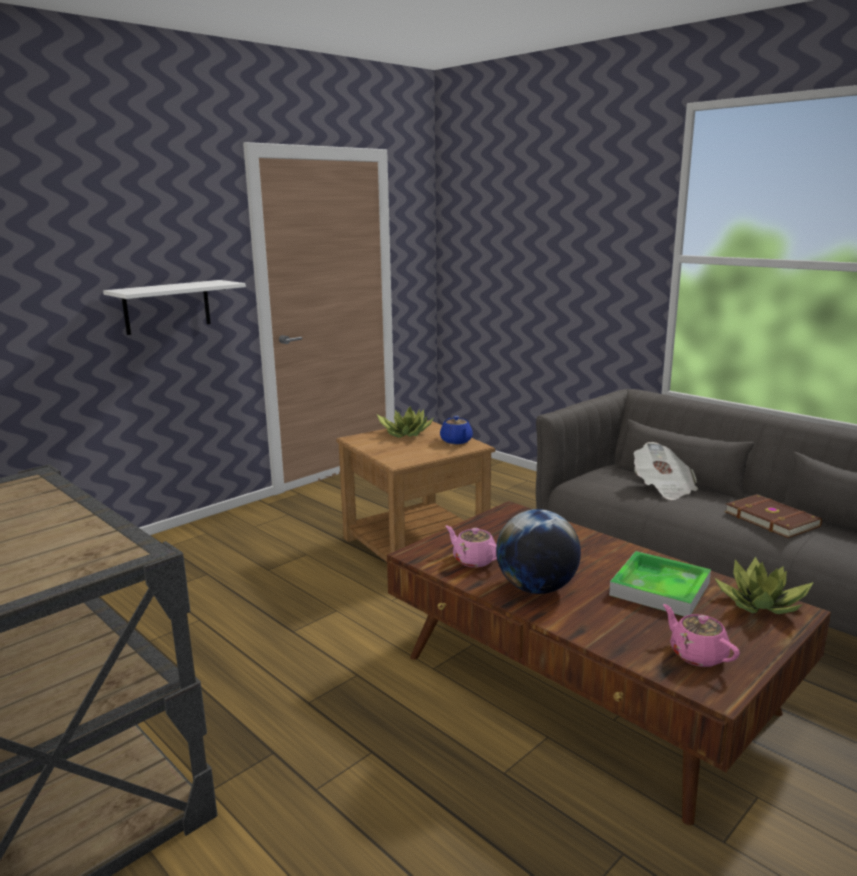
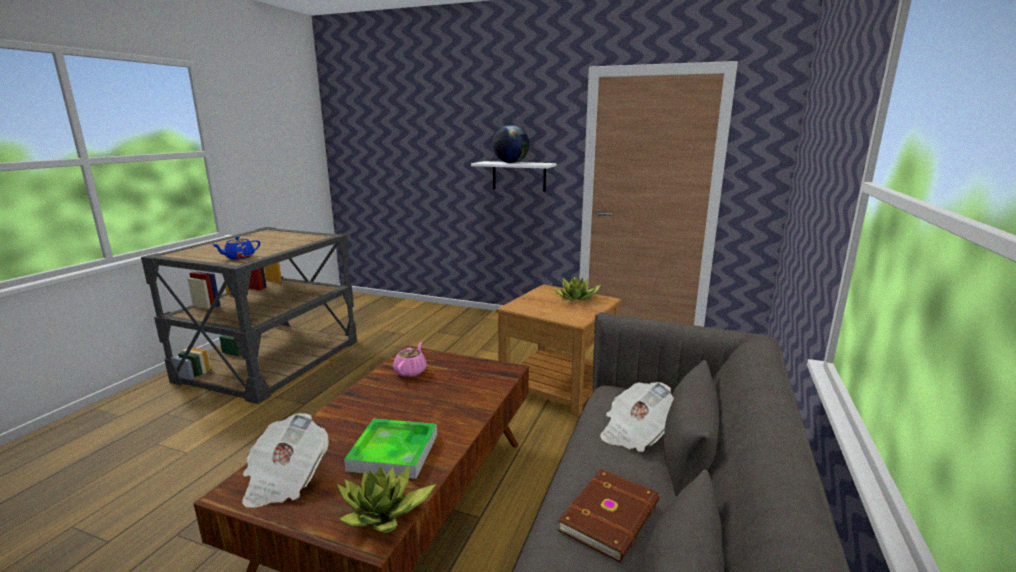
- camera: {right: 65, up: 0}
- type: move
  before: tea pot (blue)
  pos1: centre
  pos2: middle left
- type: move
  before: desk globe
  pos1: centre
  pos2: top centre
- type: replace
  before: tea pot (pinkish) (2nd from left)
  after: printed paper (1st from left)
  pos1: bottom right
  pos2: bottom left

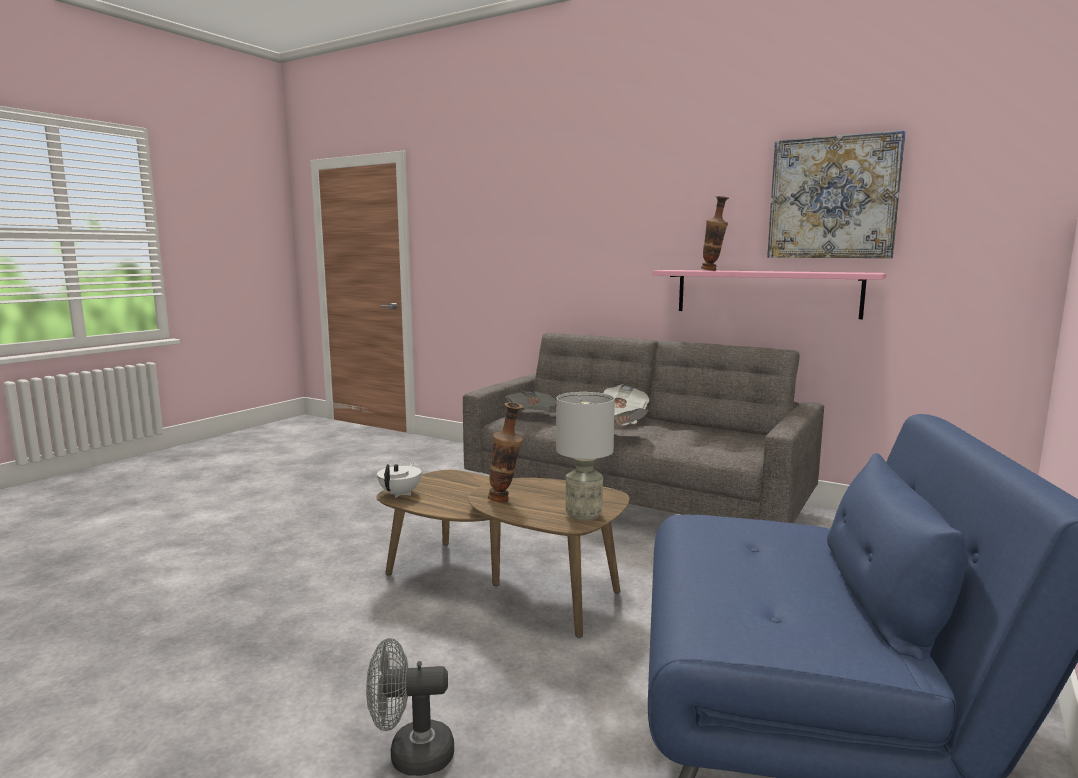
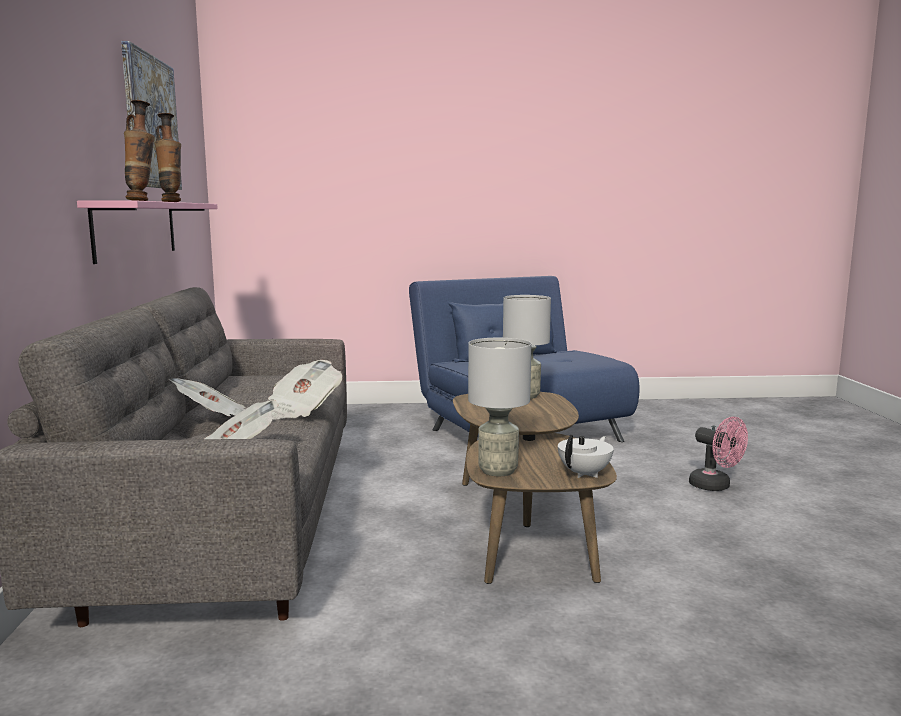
- camera: {right: -125, up: 0}
- type: insert
  after: tabletop lamp (gray) (1st from left)
  pos2: centre
- type: move
  before: flower vase (1st from left in the first image)
  after: flower vase (2nd from left)
  pos1: centre
  pos2: top left
- type: recolor
  before: electric fan (gray)
  after: electric fan (pinkish)
  pos1: bottom centre
  pos2: middle right
- type: rotate
  before: tea pot (white)
  pos1: centre
  pos2: centre
  turn: 150

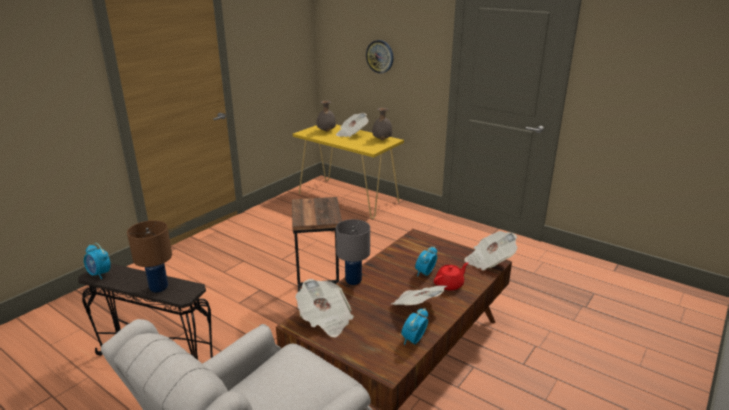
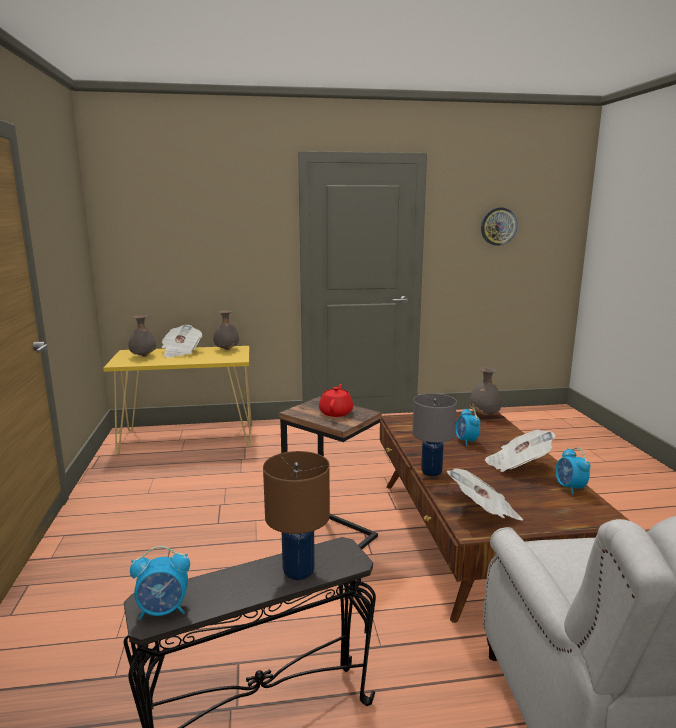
- camera: {right: -45, up: -10}
- type: move
  before: wall clock
  pos1: top centre
  pos2: top right
- type: move
  before: tea pot (red-coloured)
  pos1: bottom centre
  pos2: centre
- type: replace
  before: printed paper (4th from left)
  after: flower vase (gray) (3rd from left)
  pos1: middle right
  pos2: middle right

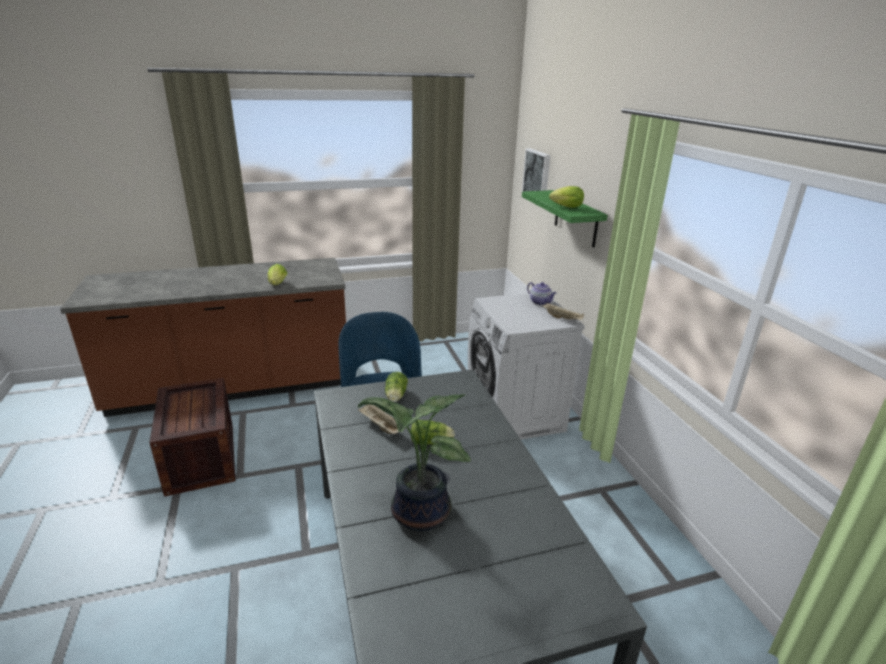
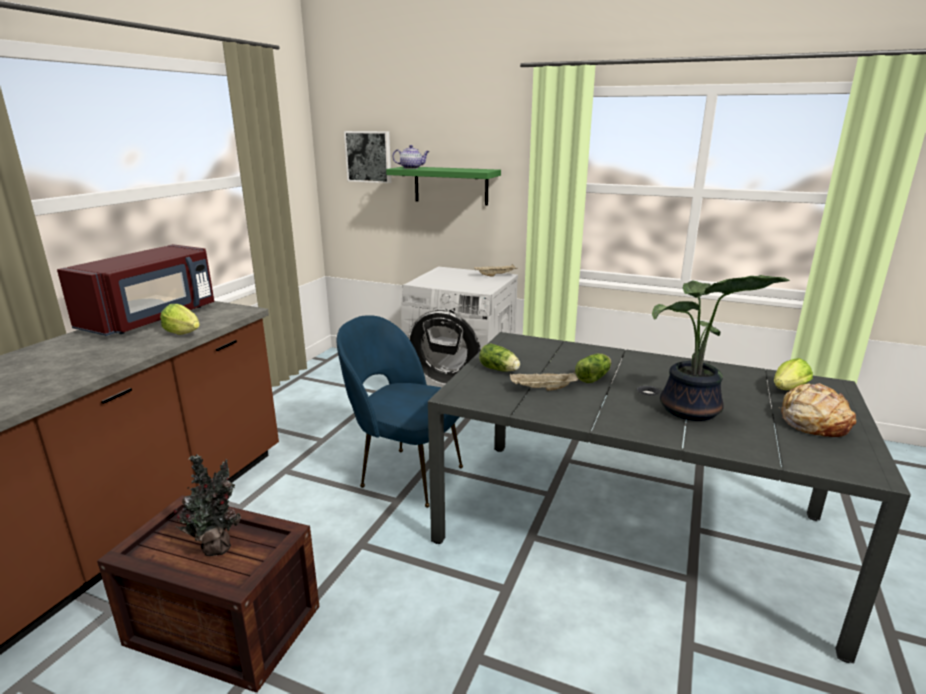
- camera: {right: -50, up: -5}
- type: insert
  after: microwave oven (red-coloured)
  pos2: middle left
- type: insert
  after: potted plant (1st from left)
  pos2: bottom left
- type: insert
  after: bakery bread
  pos2: middle right
- type: move
  before: tea pot
  pos1: centre
  pos2: top centre
- type: move
  before: lettuce head (4th from left)
  pos1: top centre
  pos2: middle right

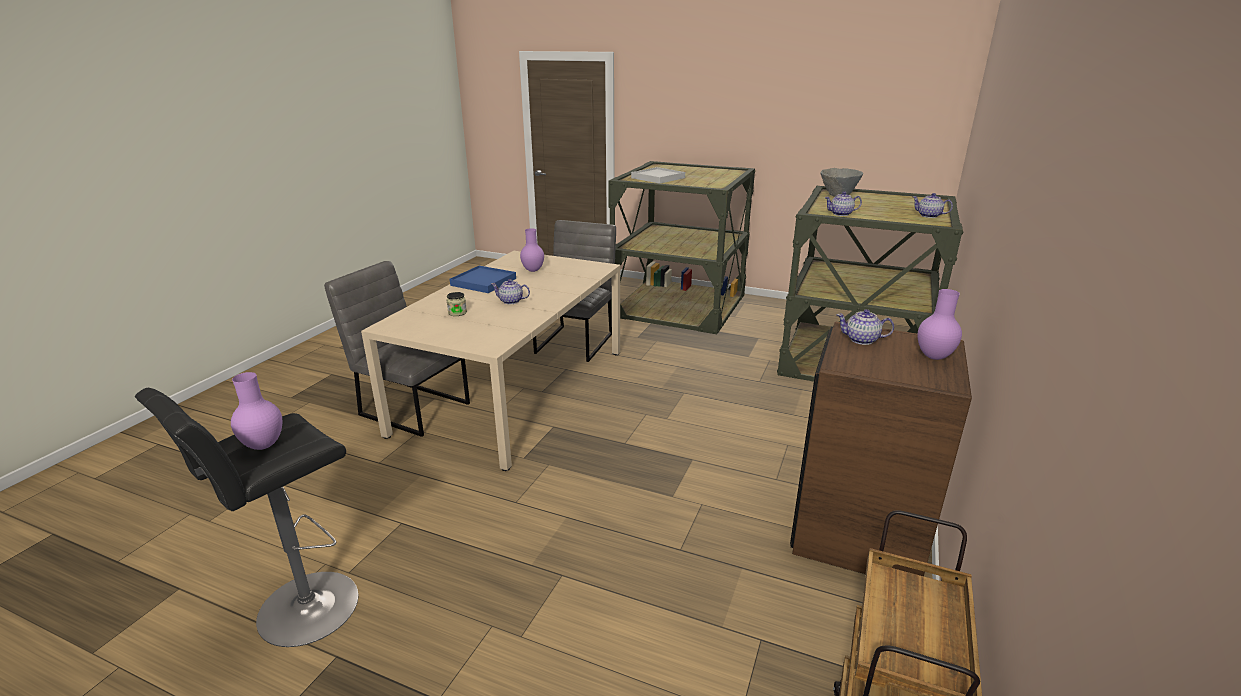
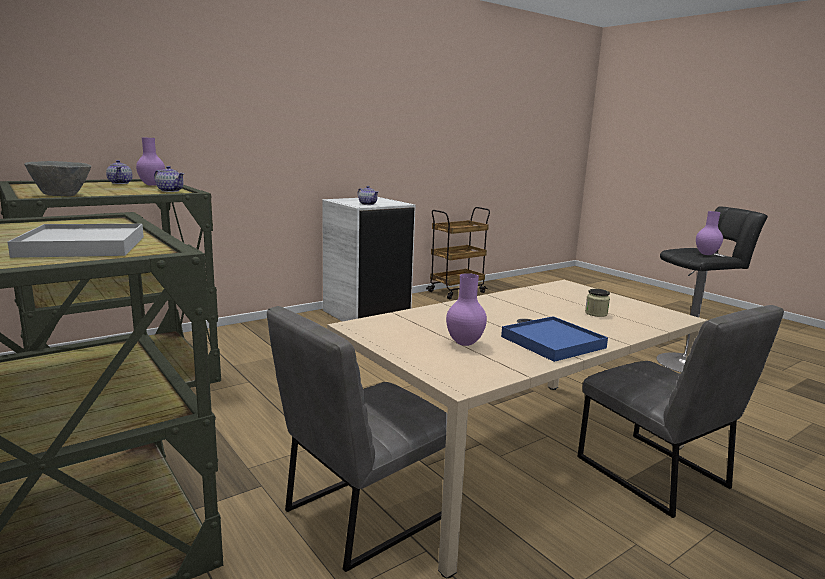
- camera: {right: -150, up: -10}
- type: delete
  before: tea pot (1st from left)
  pos1: centre
- type: move
  before: flower vase (purplish) (3rd from left in the first image)
  after: flower vase (purplish) (1st from left)
  pos1: middle right
  pos2: top left
- type: recolor
  before: cabinet (brown)
  after: cabinet (white)
  pos1: middle right
  pos2: centre

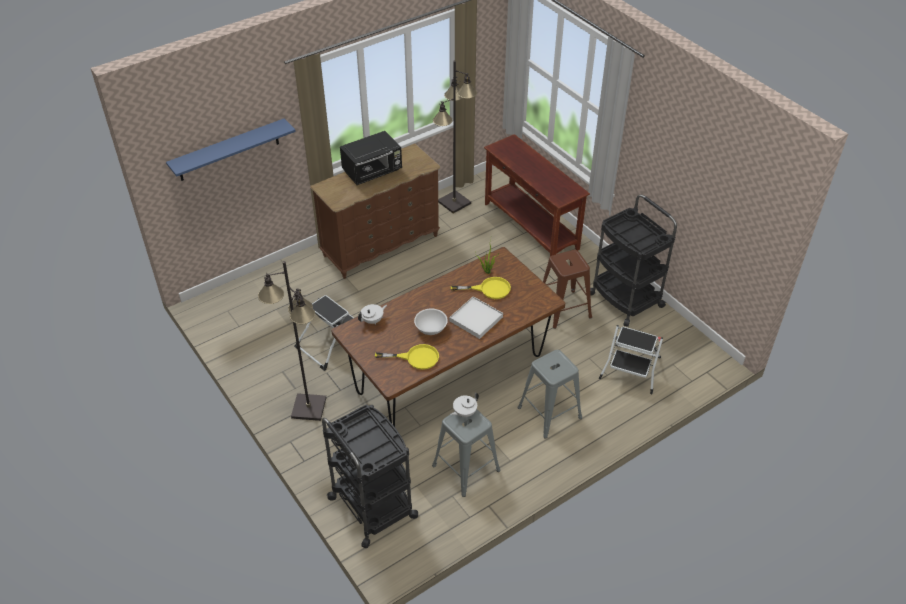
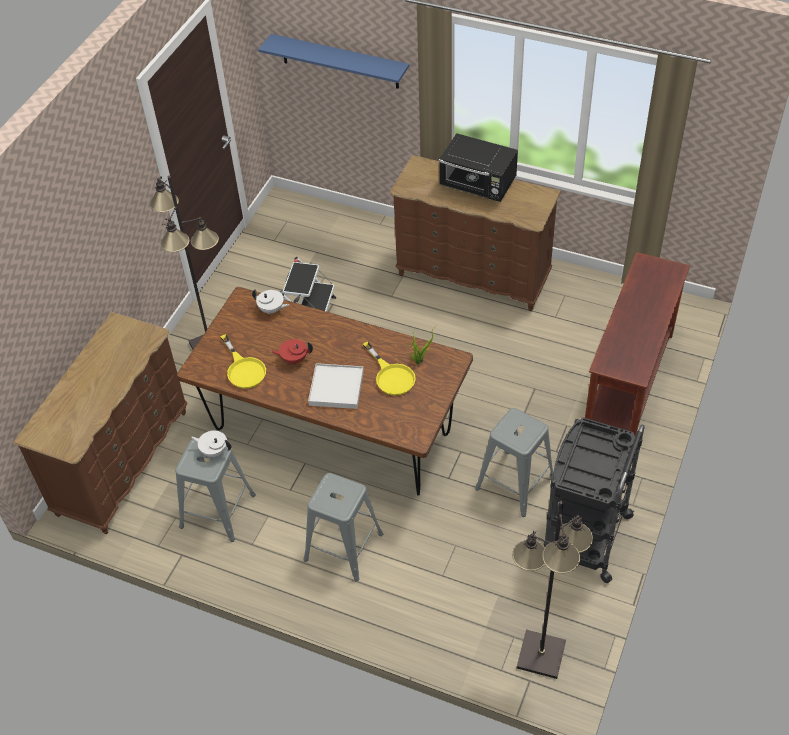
- camera: {right: 60, up: 5}
- type: delete
  before: stepladder (2nd from left)
  pos1: middle right
- type: move
  before: standing lamp (black) (2nd from left)
  pos1: top centre
  pos2: bottom right
- type: replace
  before: cart (black) (1st from left)
  after: dresser (brown) (1st from left)
  pos1: bottom centre
  pos2: middle left
- type: replace
  before: serving bowl (white)
  after: tea pot (red-coloured)
  pos1: centre
  pos2: centre
- type: recolor
  before: stool (brown)
  after: stool (gray) (3rd from left)
  pos1: centre
  pos2: centre

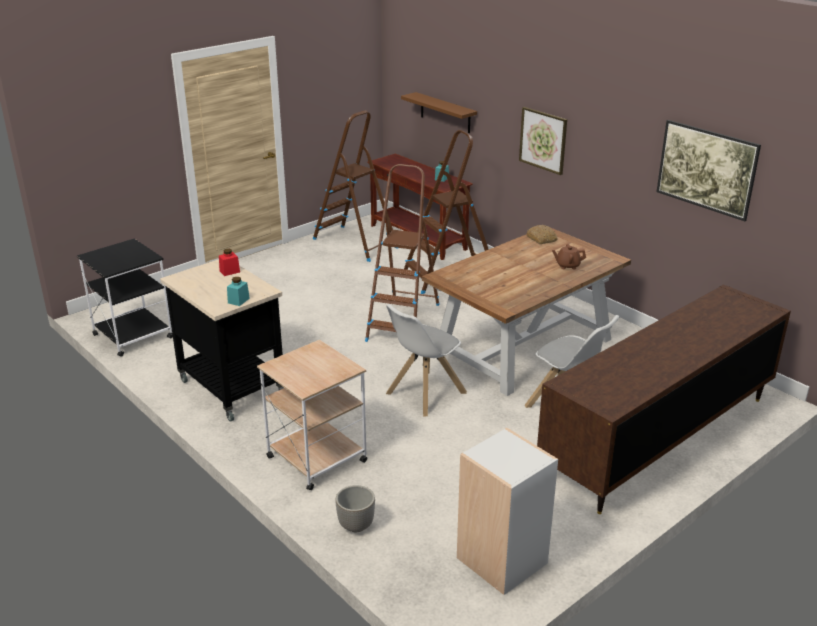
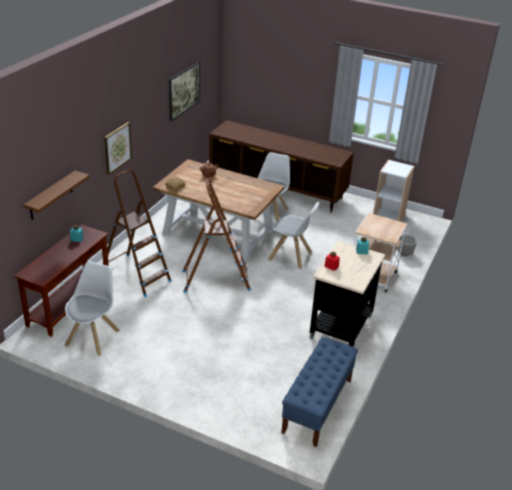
- camera: {right: -115, up: 5}
- type: replace
  before: cart (black) (1st from left)
  after: indoor bench (blue)
  pos1: middle left
  pos2: bottom centre
- type: replace
  before: stepladder (brown) (1st from left)
  after: upright chair (1st from left)
  pos1: top centre
  pos2: middle left

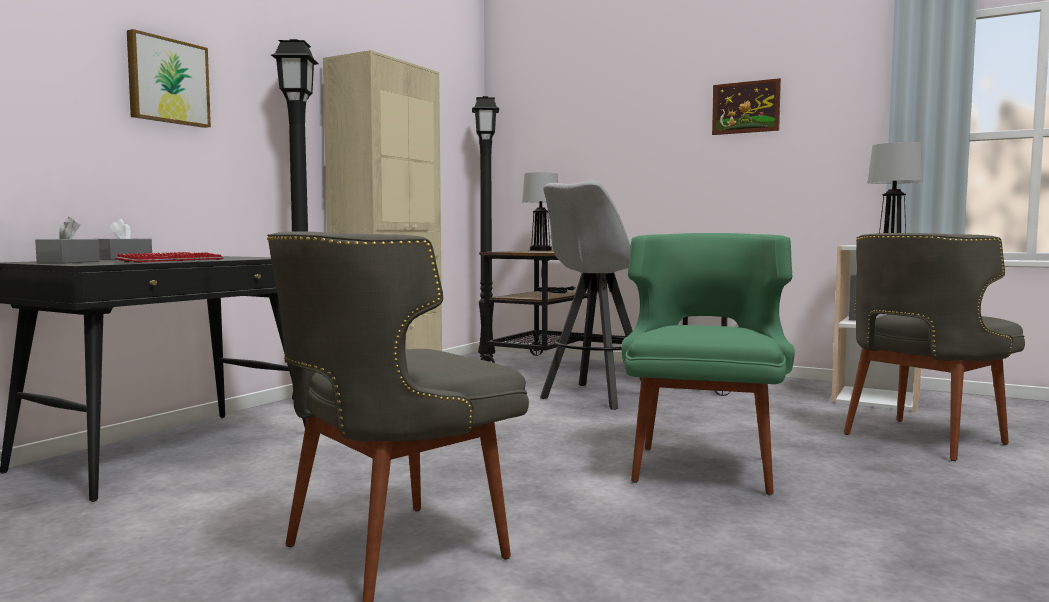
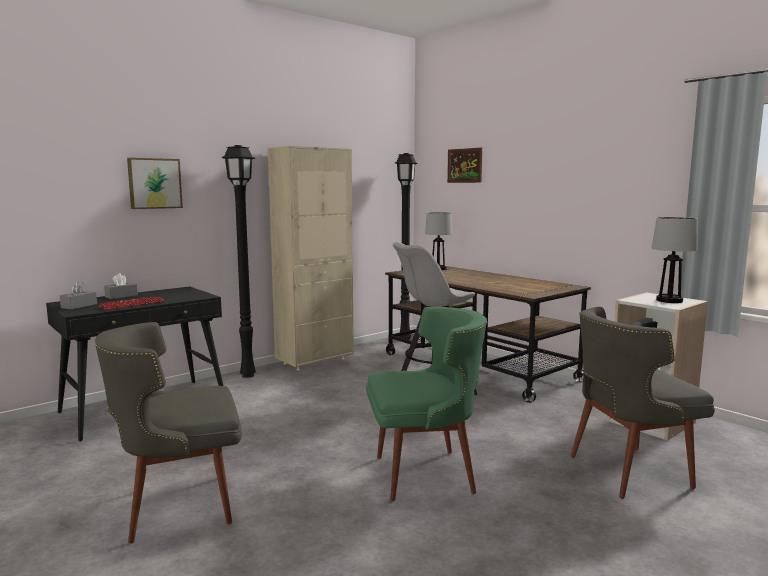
- camera: {right: 20, up: 5}
- type: move
  before: picture (2nd from left)
  pos1: top right
  pos2: top centre
- type: rotate
  before: upright chair (green-coloured)
  pos1: middle right
  pos2: bottom centre
  turn: 45

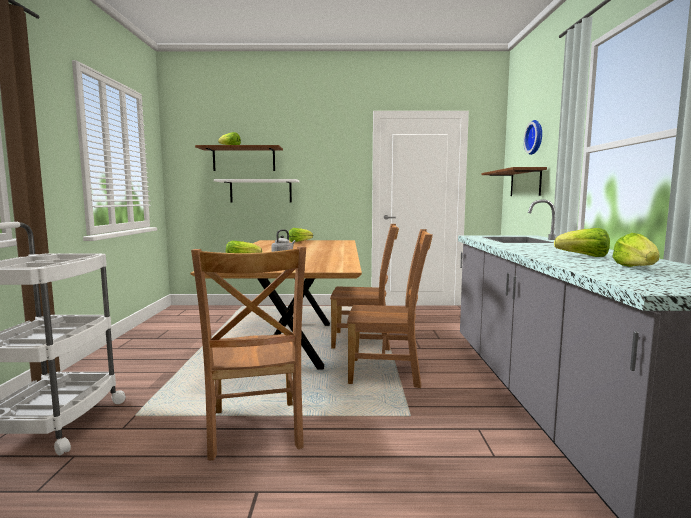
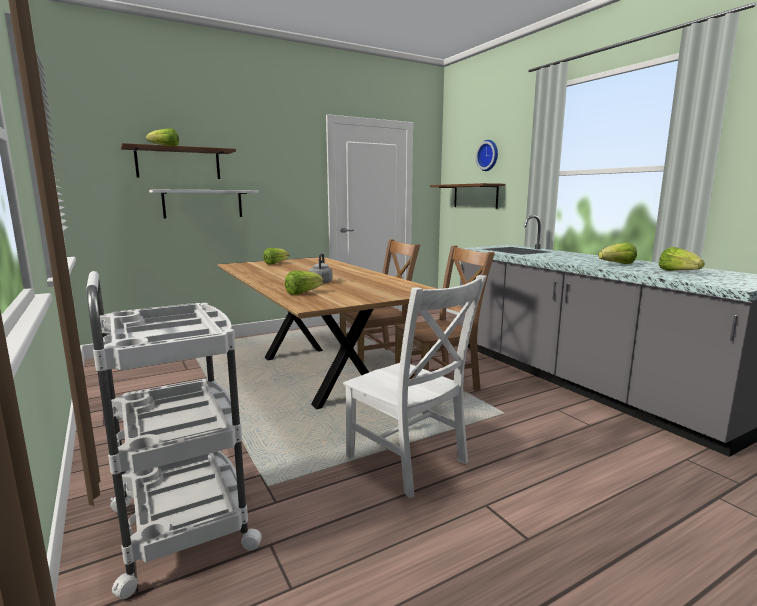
- camera: {right: -30, up: 5}
- type: recolor
  before: upright chair (brown) (1st from left)
  after: upright chair (white)
  pos1: bottom centre
  pos2: centre

